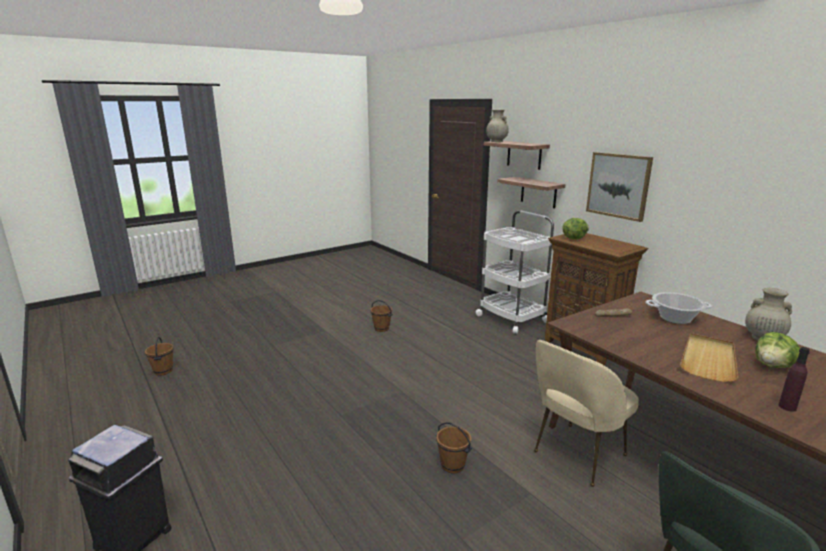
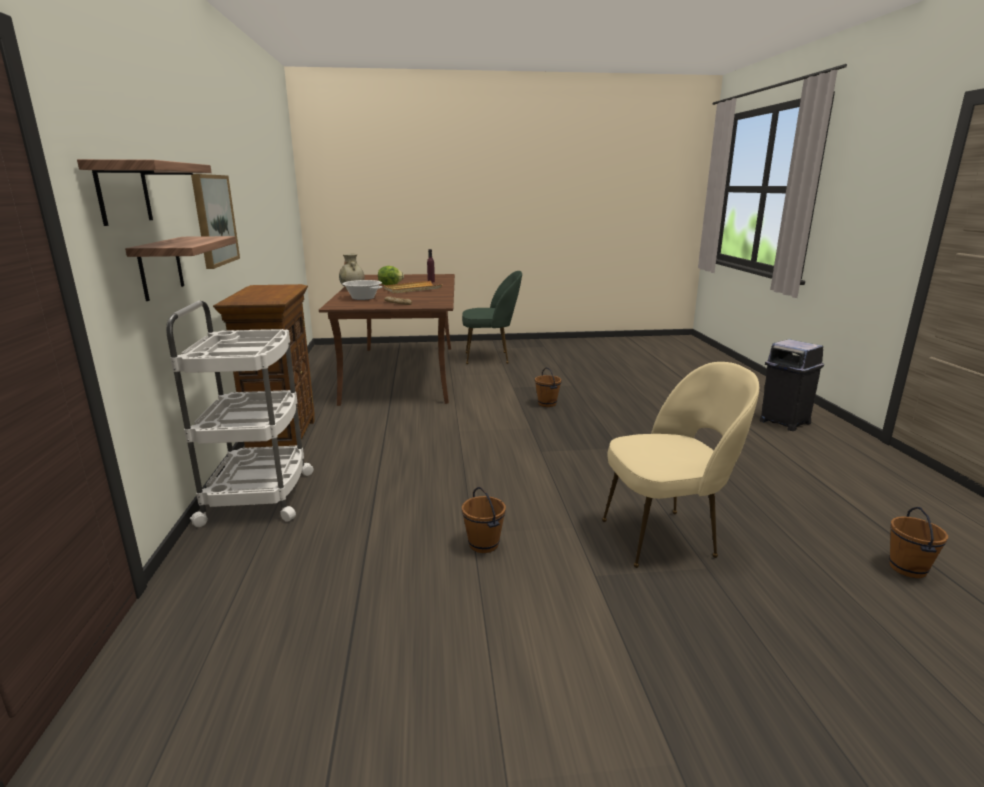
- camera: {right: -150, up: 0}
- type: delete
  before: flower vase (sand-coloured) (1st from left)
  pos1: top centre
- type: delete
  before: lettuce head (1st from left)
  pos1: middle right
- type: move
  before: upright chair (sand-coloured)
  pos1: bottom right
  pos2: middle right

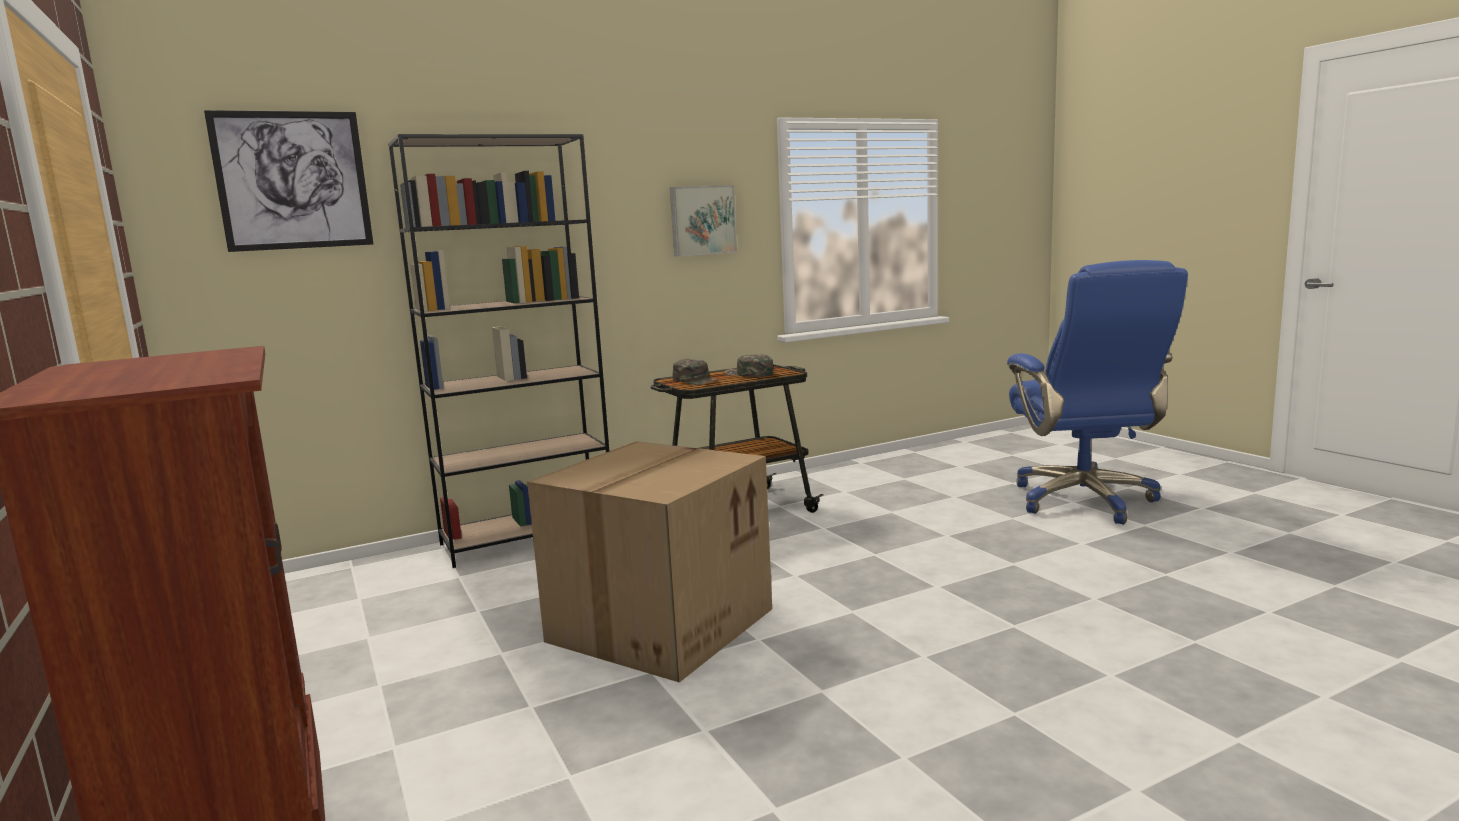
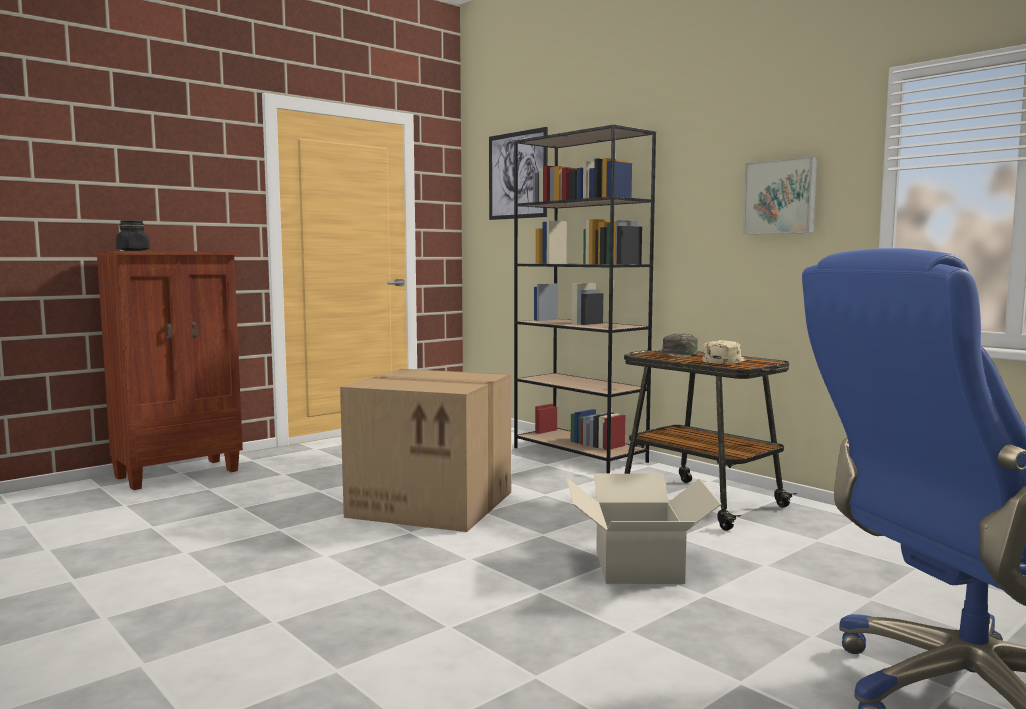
- camera: {right: 75, up: -5}
- type: insert
  after: jar (black)
  pos2: top left
- type: insert
  after: packing box (2nd from left)
  pos2: bottom centre
- type: recolor
  before: baseball cap (green-coloured) (2nd from left)
  after: baseball cap (sand-coloured)
  pos1: centre
  pos2: middle right

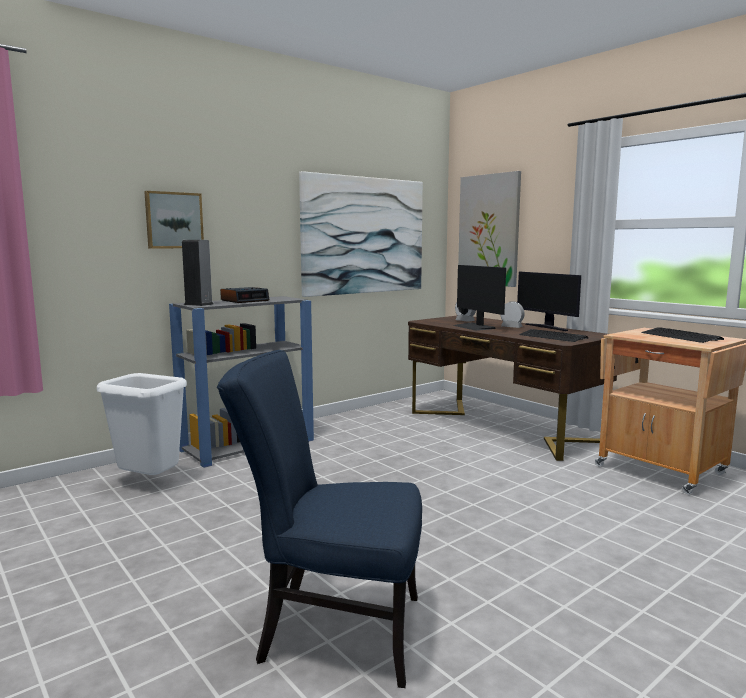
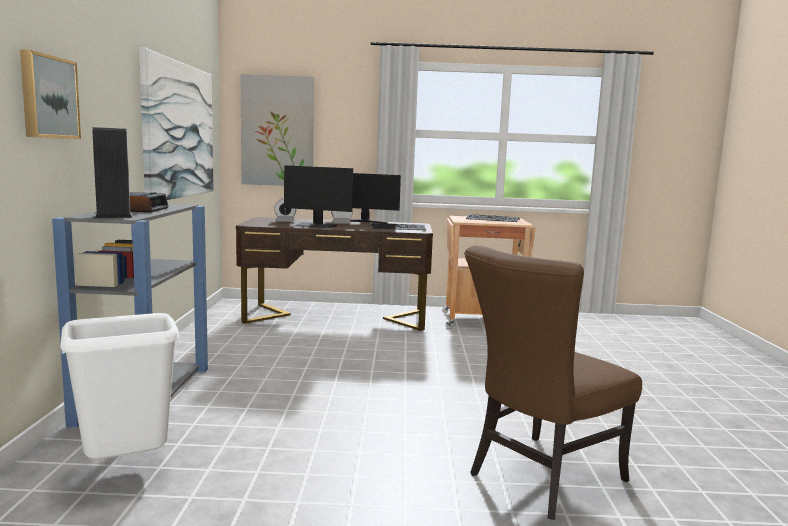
- camera: {right: -50, up: 0}
- type: recolor
  before: upright chair (blue)
  after: upright chair (brown)
  pos1: bottom centre
  pos2: bottom right

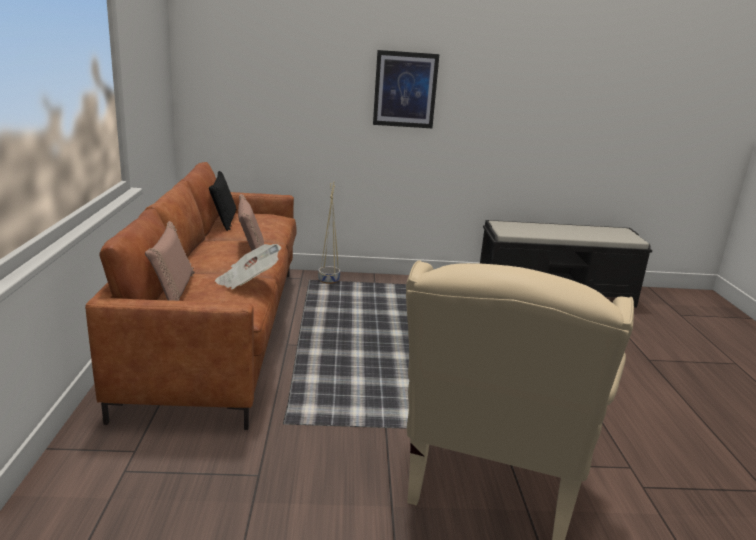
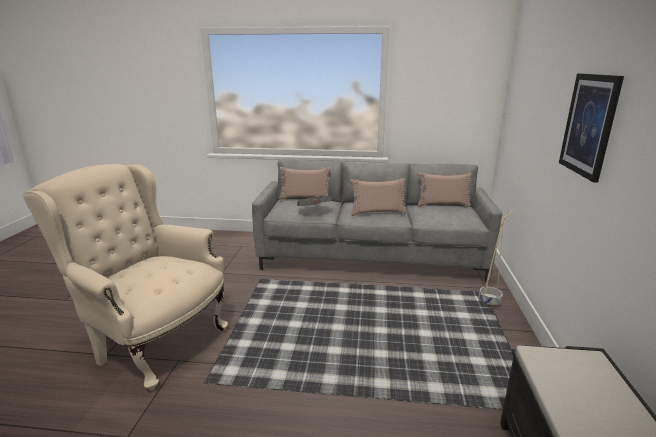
- camera: {right: 100, up: 0}
- type: recolor
  before: couch (brown)
  after: couch (gray)
  pos1: middle left
  pos2: centre
- type: recolor
  before: pillow (black)
  after: pillow (sand-coloured) (3rd from left)
  pos1: middle left
  pos2: middle right

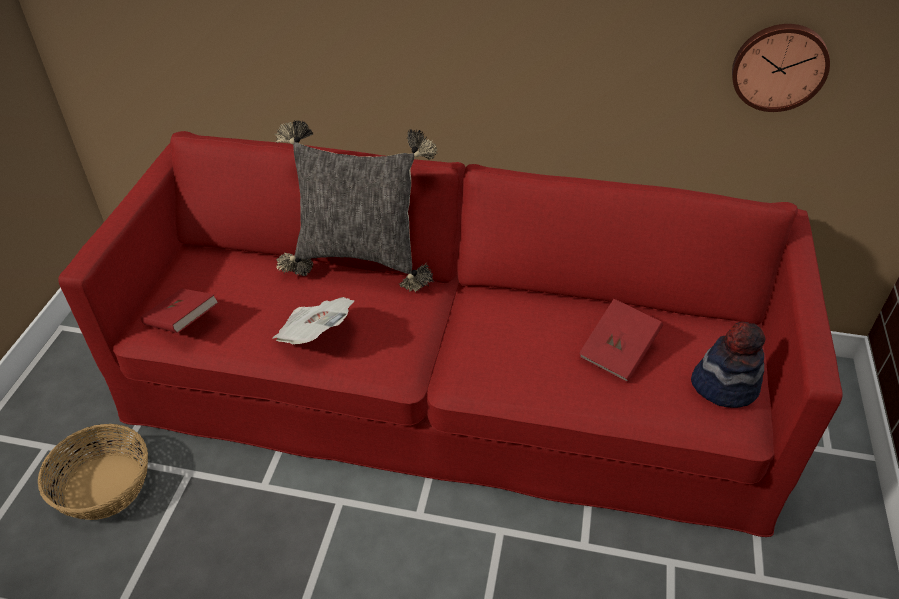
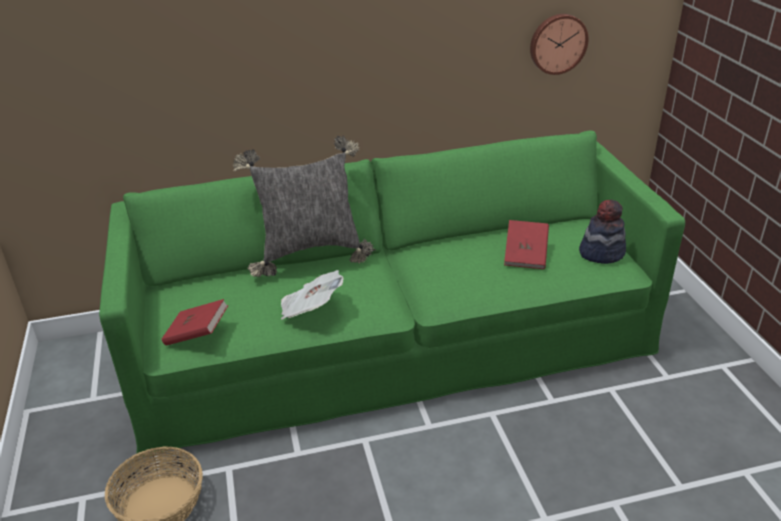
- camera: {right: -25, up: -10}
- type: recolor
  before: couch (red-coloured)
  after: couch (green-coloured)
  pos1: centre
  pos2: centre

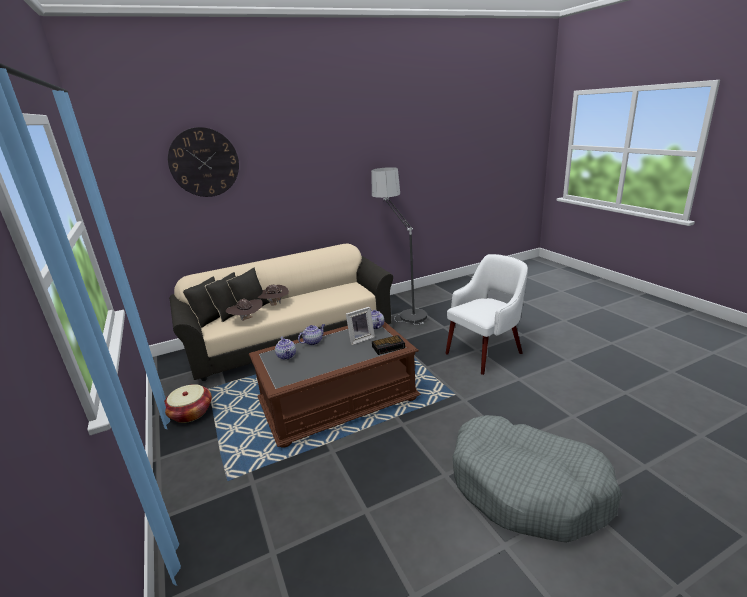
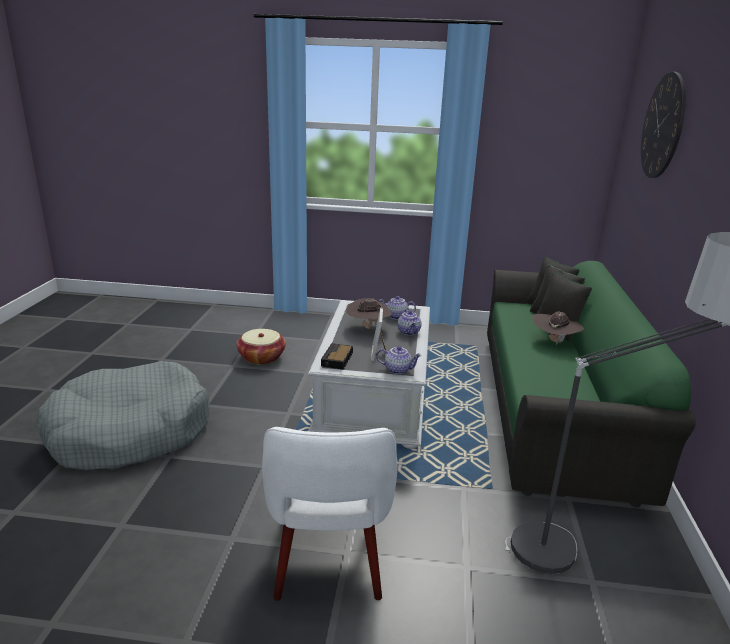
- camera: {right: 120, up: 0}
- type: move
  before: household basket
  pos1: bottom left
  pos2: centre
- type: move
  before: hat (brown) (1st from left)
  pos1: middle left
  pos2: centre
- type: recolor
  before: couch (sand-coloured)
  after: couch (green-coloured)
  pos1: centre
  pos2: middle right
- type: recolor
  before: lounge table (brown)
  after: lounge table (white)
  pos1: centre
  pos2: centre

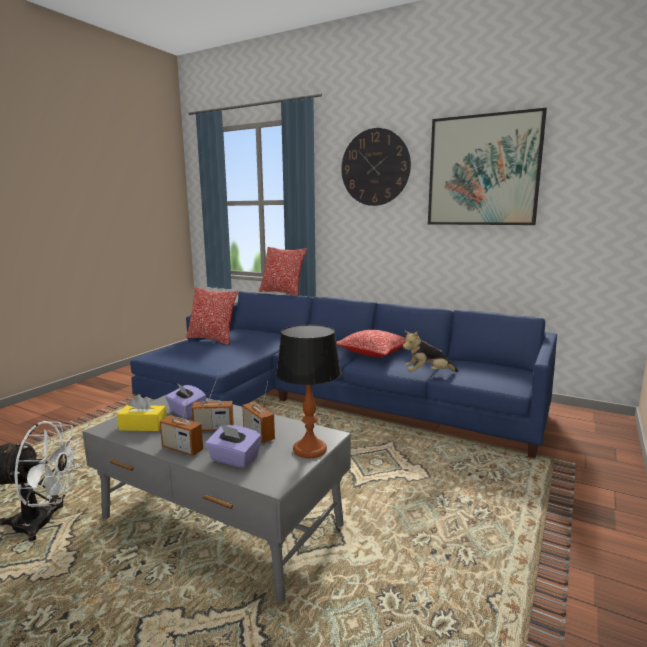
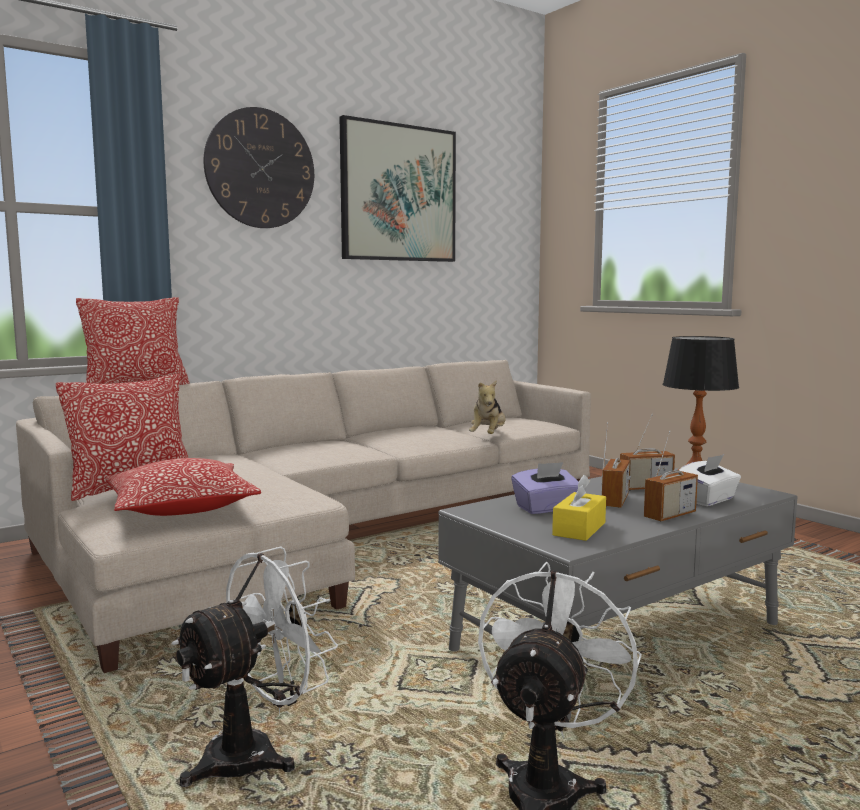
- camera: {right: -65, up: -5}
- type: insert
  after: electric fan (white) (1st from left)
  pos2: bottom left
- type: move
  before: pillow (3rd from left)
  pos1: centre
  pos2: middle left
- type: recolor
  before: couch (blue)
  after: couch (sand-coloured)
  pos1: centre
  pos2: centre
- type: recolor
  before: tissue box (purplish) (2nd from left)
  after: tissue box (white)
  pos1: bottom centre
  pos2: middle right

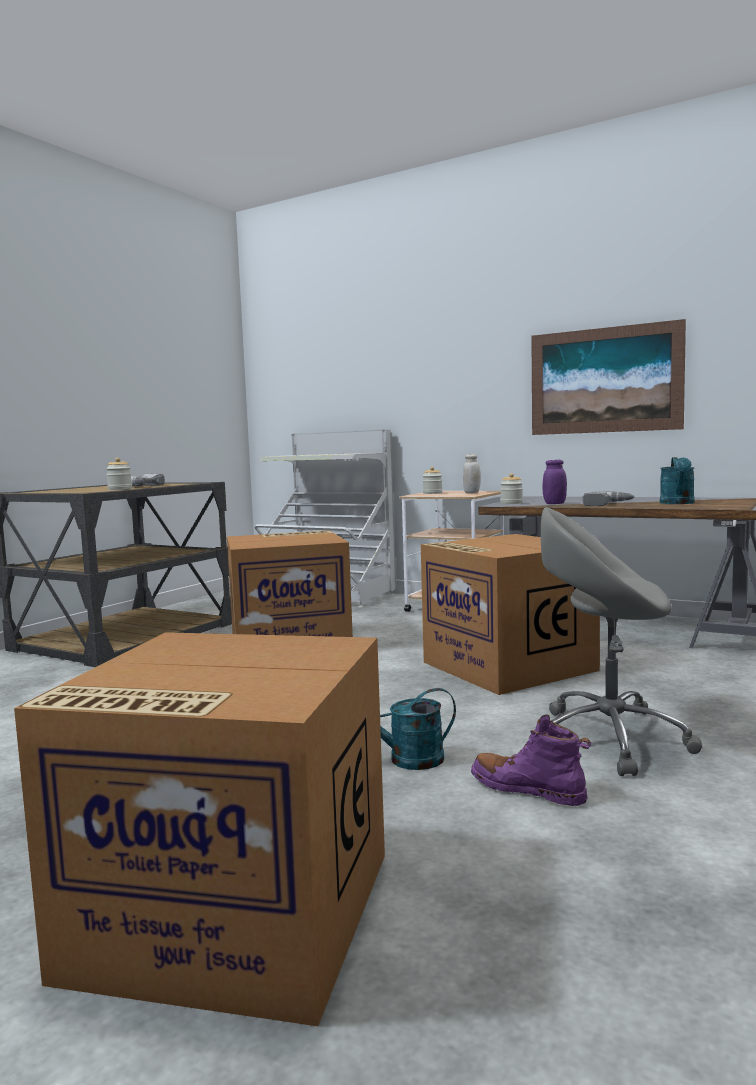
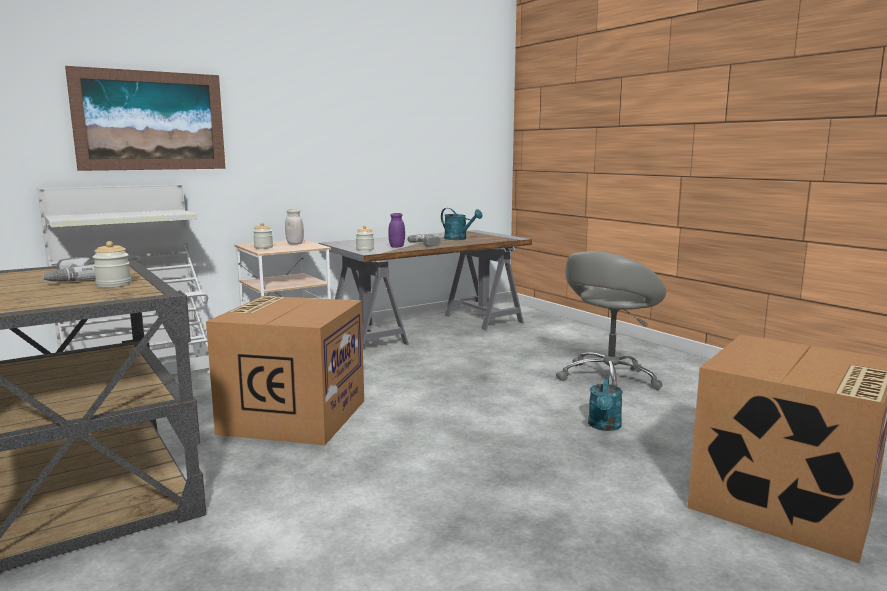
- camera: {right: -65, up: 5}
- type: delete
  before: packing box (3rd from left)
  pos1: middle right
- type: delete
  before: boot (purplish)
  pos1: bottom right
- type: move
  before: picture
  pos1: middle right
  pos2: top left

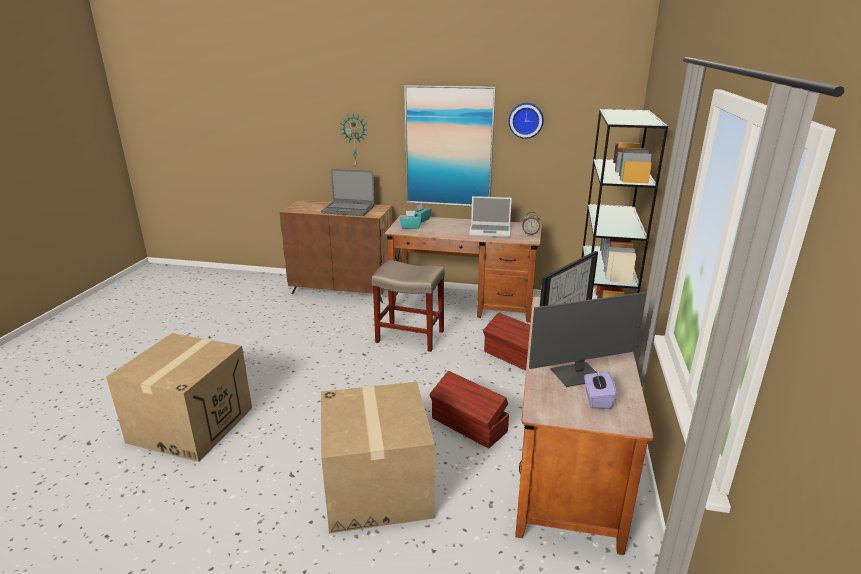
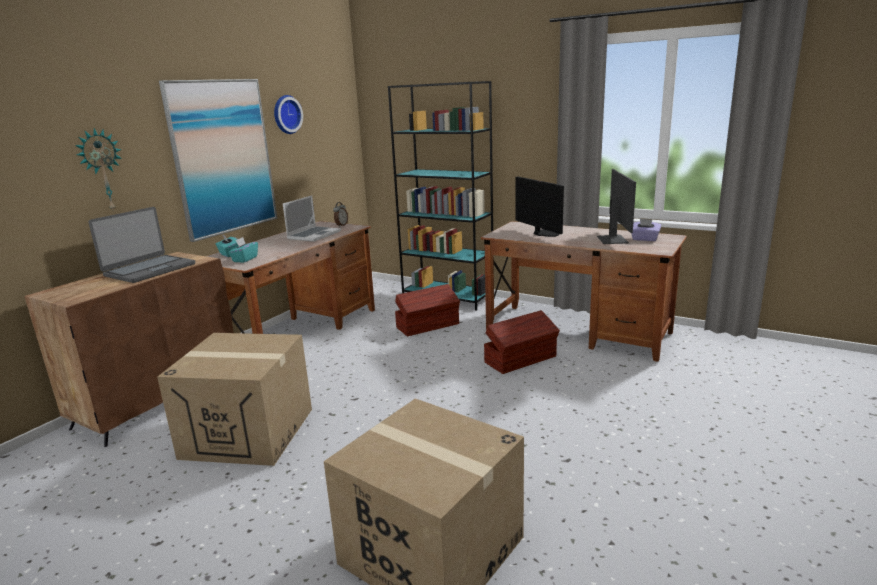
- camera: {right: -70, up: -5}
- type: delete
  before: stool (sand-coloured)
  pos1: centre
- type: move
  before: packing box (2nd from left in the first image)
  after: packing box (1st from left)
  pos1: bottom centre
  pos2: bottom left

